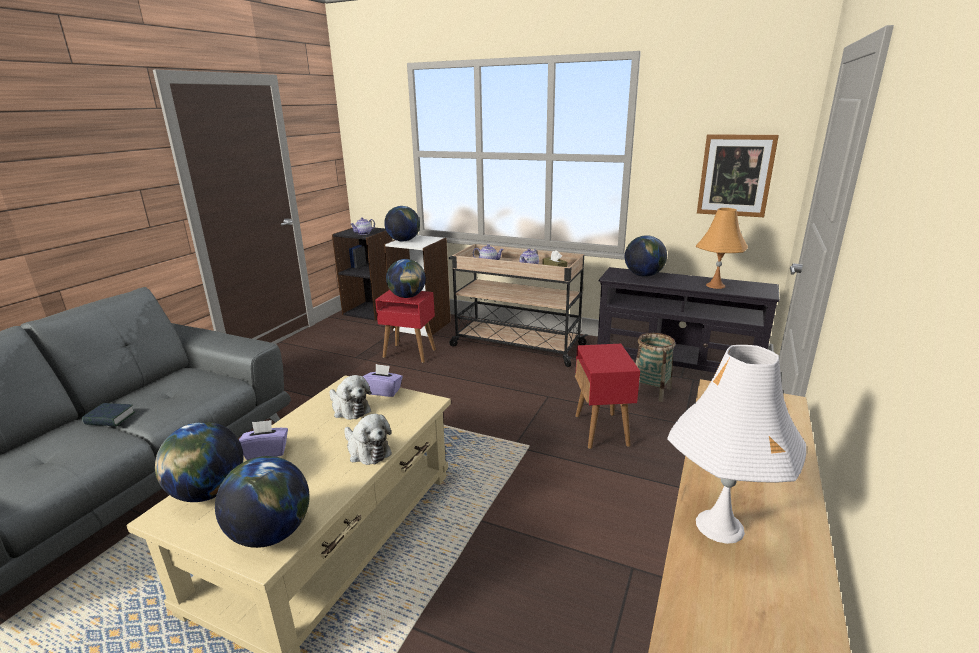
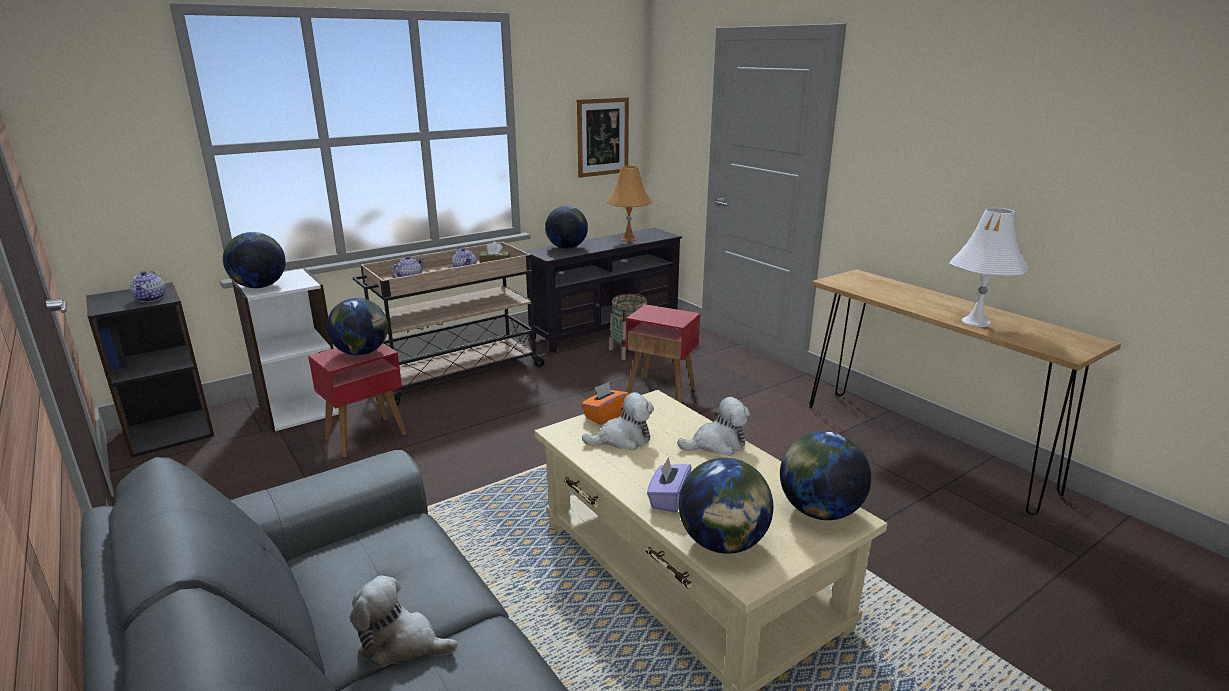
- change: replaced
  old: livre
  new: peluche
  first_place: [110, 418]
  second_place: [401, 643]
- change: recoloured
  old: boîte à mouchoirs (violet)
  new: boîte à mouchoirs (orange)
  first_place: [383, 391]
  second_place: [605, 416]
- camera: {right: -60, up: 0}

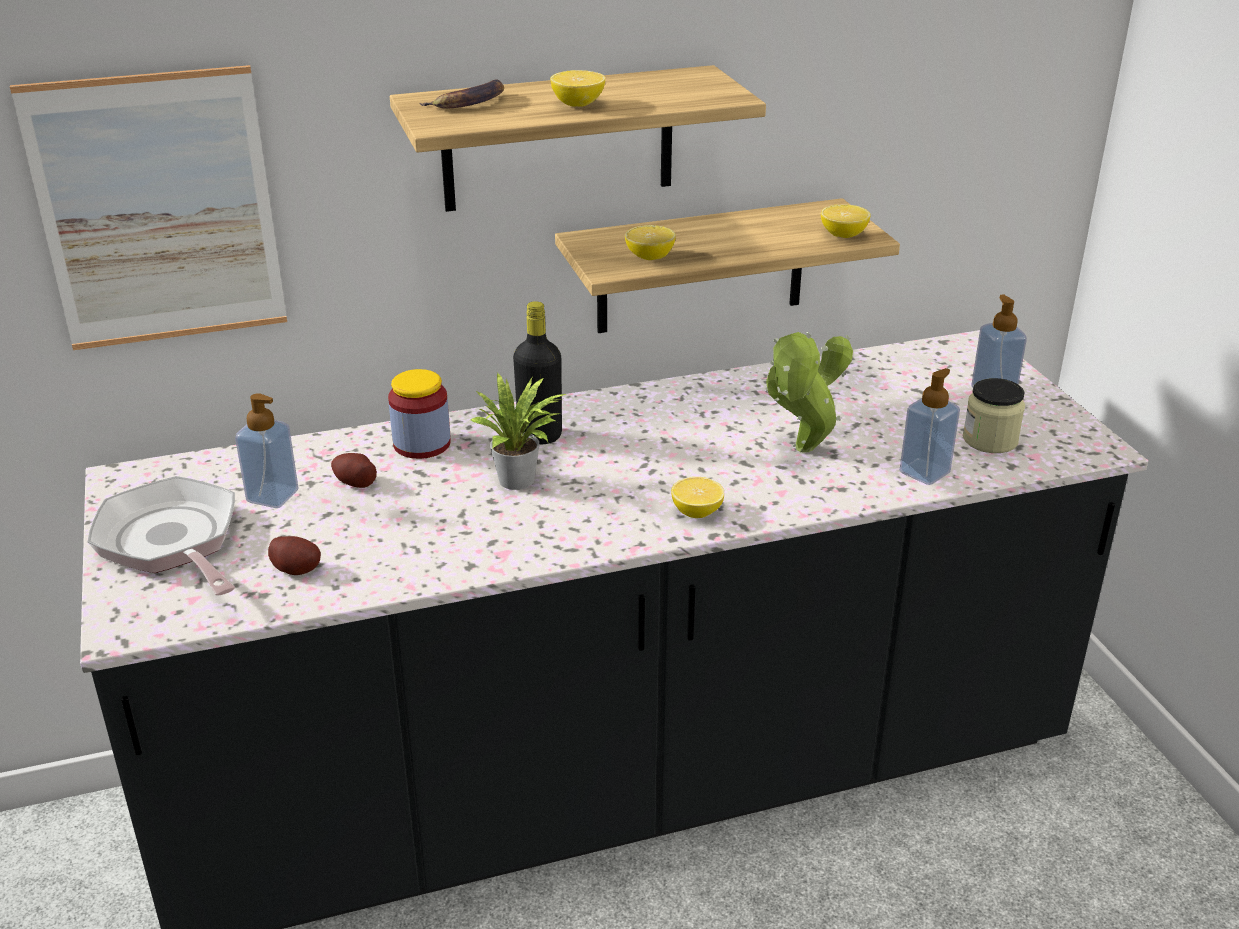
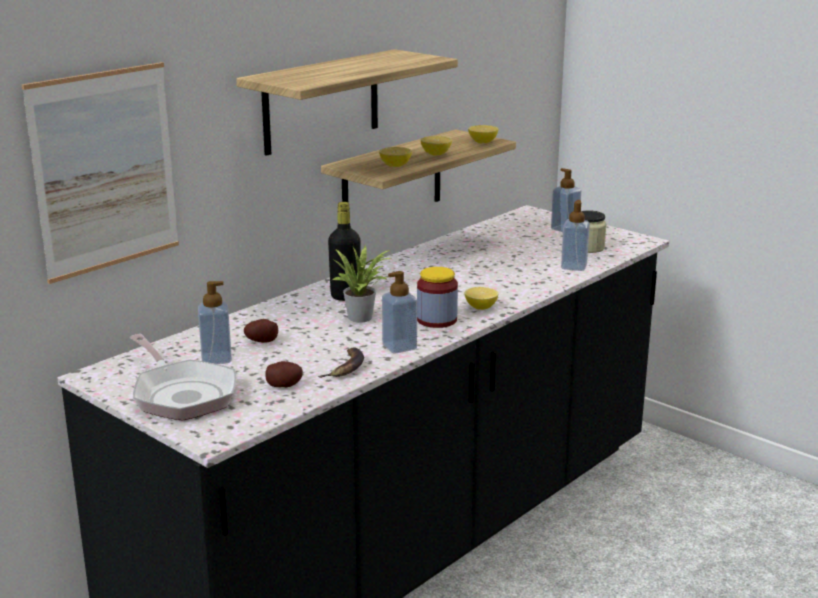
- change: removed
  old: plante en pot
  first_place: [801, 451]
- change: added
  new: distributeur de savon
  second_place: [399, 347]
- change: moved
  old: bocal
  first_place: [422, 444]
  second_place: [437, 320]
- change: moved
  old: banane
  first_place: [469, 102]
  second_place: [345, 367]
- change: moved
  old: citron
  first_place: [578, 104]
  second_place: [436, 154]
- change: turned
  old: poêle
  first_place: [172, 543]
  second_place: [182, 394]
  degrees: -150
- camera: {right: -30, up: -10}

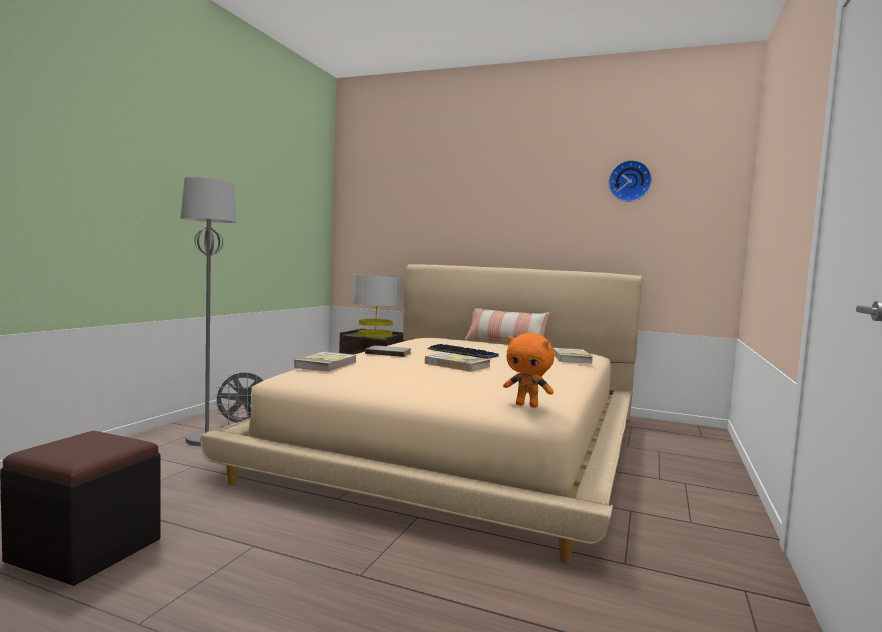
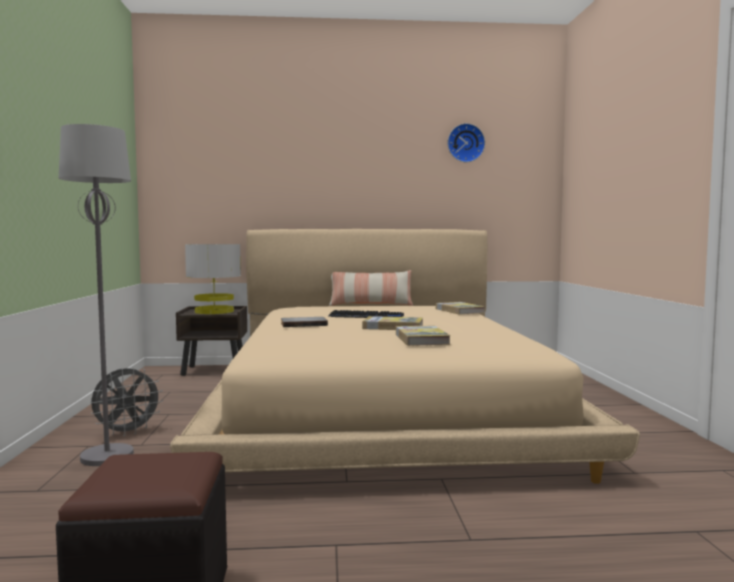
- change: removed
  old: peluche (orange)
  first_place: [527, 405]
- change: moved
  old: livre
  first_place: [326, 365]
  second_place: [421, 339]
- camera: {right: -25, up: 0}

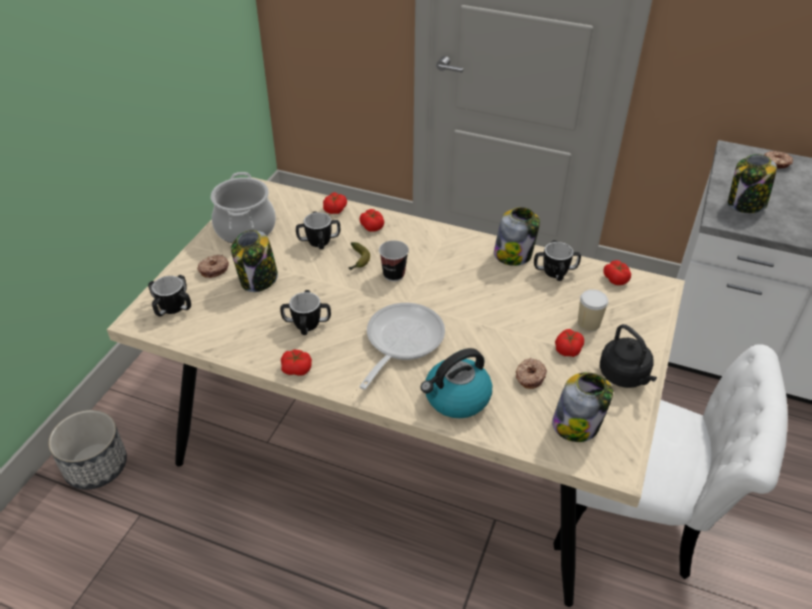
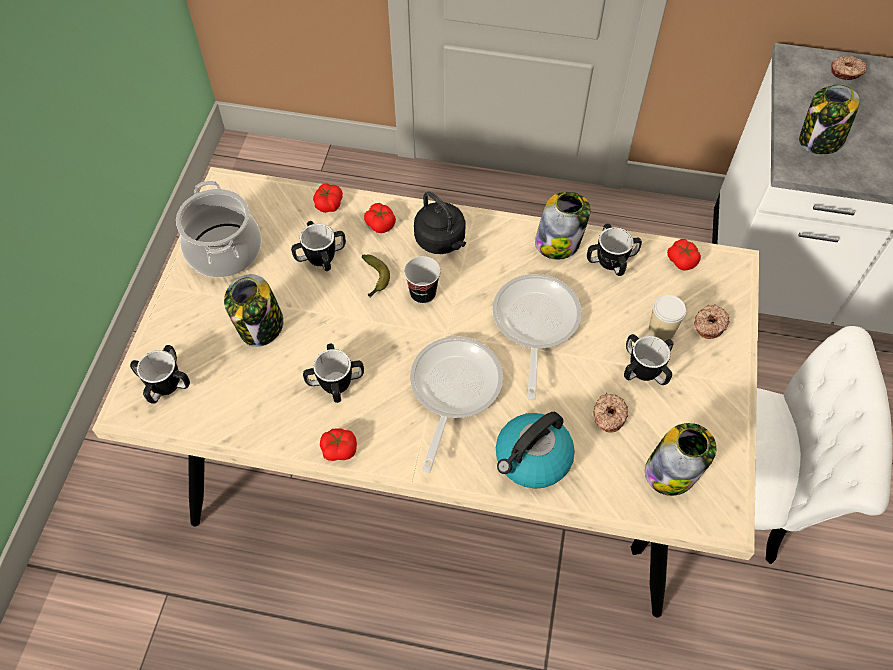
- change: removed
  old: cache-pot
  first_place: [96, 466]
- change: added
  new: poêle
  second_place: [534, 324]
- change: moved
  old: beignet
  first_place: [213, 269]
  second_place: [709, 324]
- change: moved
  old: bouilloire (noir)
  first_place: [625, 376]
  second_place: [442, 241]
- change: replaced
  old: tomate
  new: mug
  first_place: [568, 349]
  second_place: [644, 369]
- camera: {right: -10, up: 15}

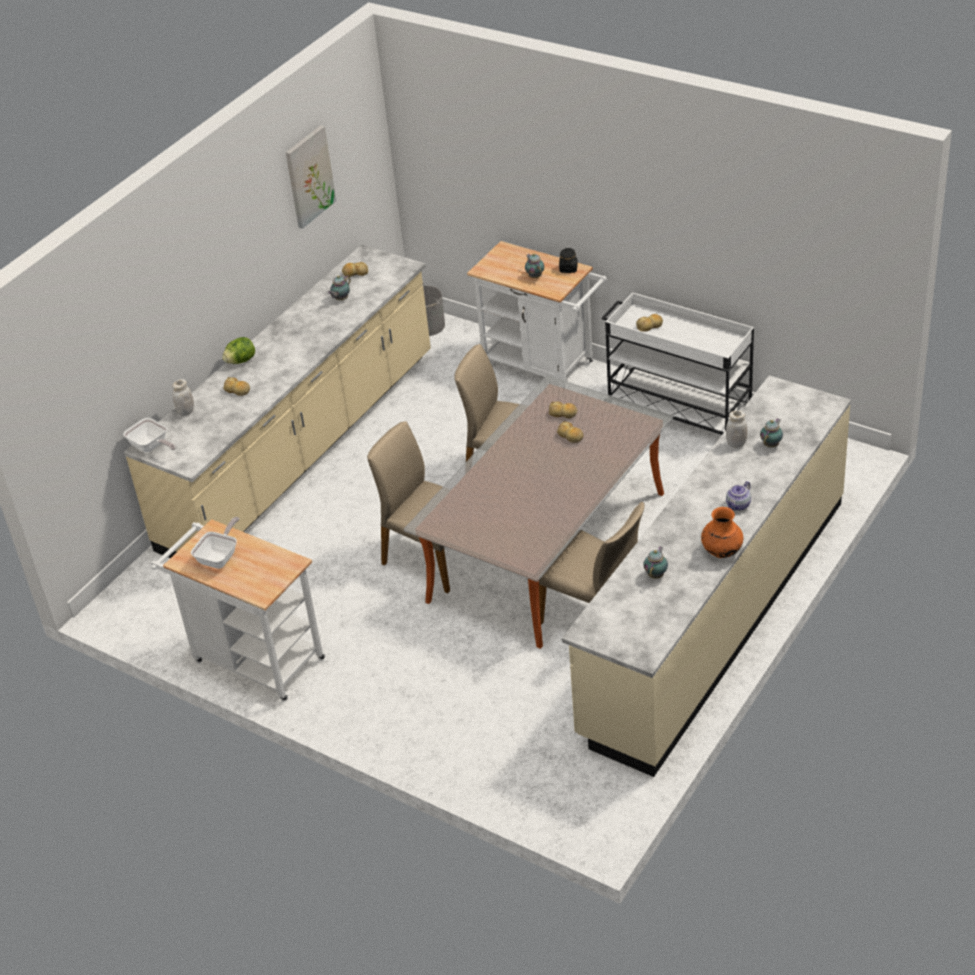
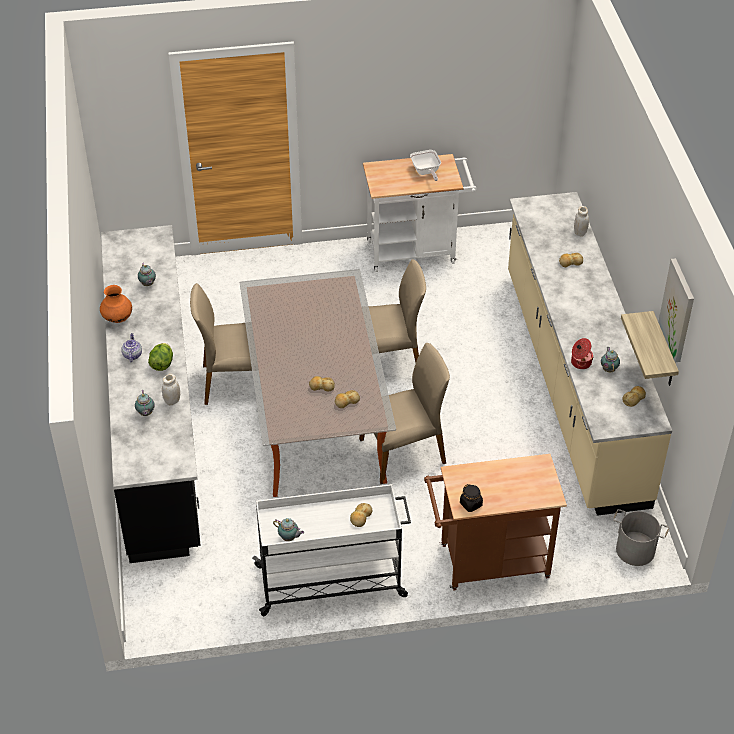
- change: removed
  old: poêle
  first_place: [151, 447]
- change: added
  new: marmite
  second_place: [580, 362]
- change: added
  new: étagère
  second_place: [663, 352]
- change: moved
  old: laitue
  first_place: [241, 361]
  second_place: [162, 364]
- change: moved
  old: théière
  first_place: [535, 276]
  second_place: [289, 538]
- change: recoloured
  old: chariot (blanc)
  new: chariot (marron)
  first_place: [543, 367]
  second_place: [487, 563]
- change: recoloured
  old: comptoir de cuisine (beige)
  new: comptoir de cuisine (noir)
  first_place: [714, 615]
  second_place: [157, 424]
- camera: {right: 135, up: 5}

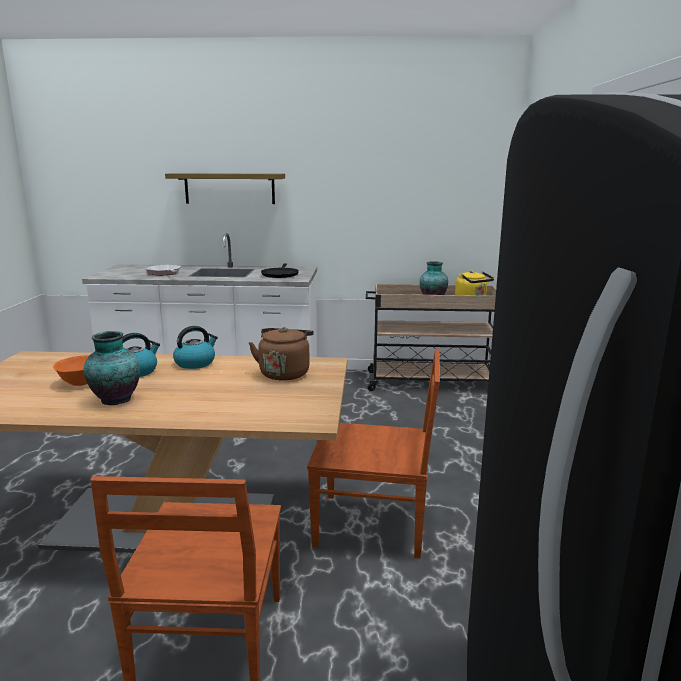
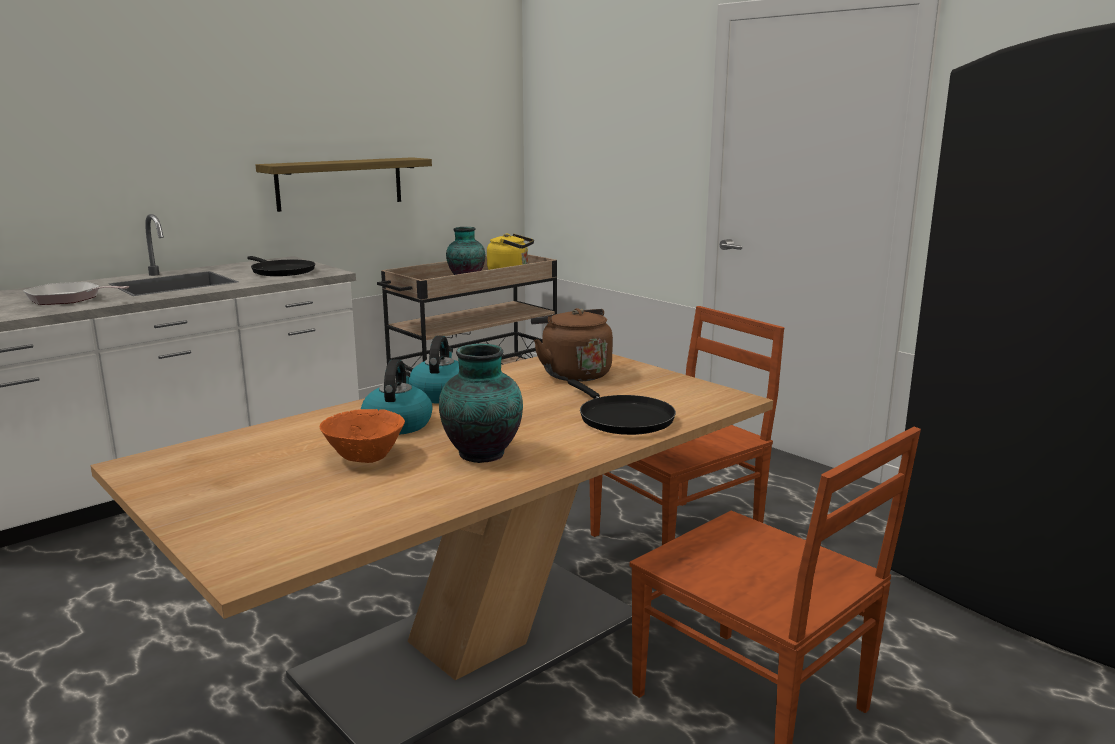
- change: added
  new: poêle (noir)
  second_place: [622, 418]
- change: moved
  old: étagère
  first_place: [229, 188]
  second_place: [340, 183]
- camera: {right: -45, up: 0}

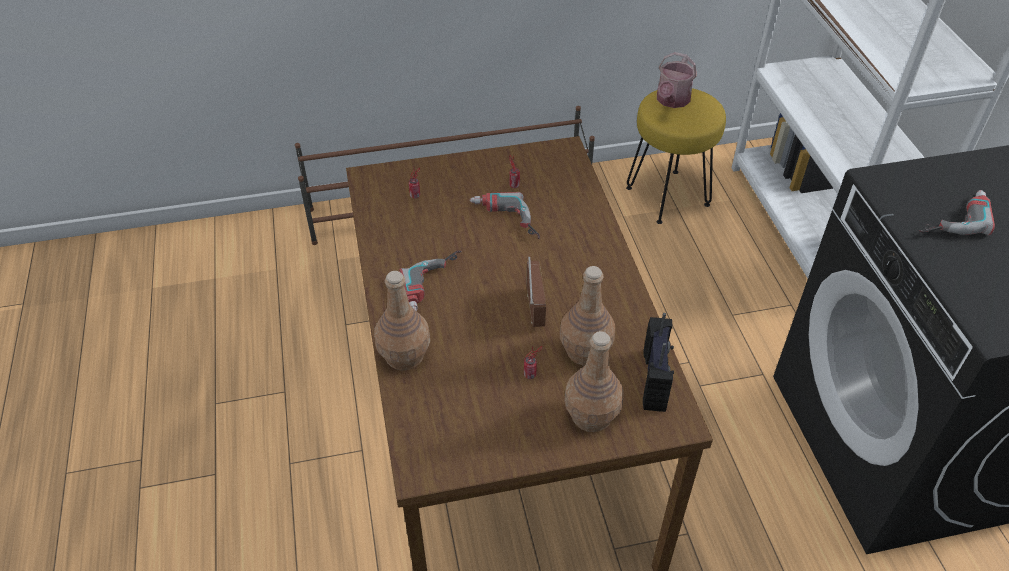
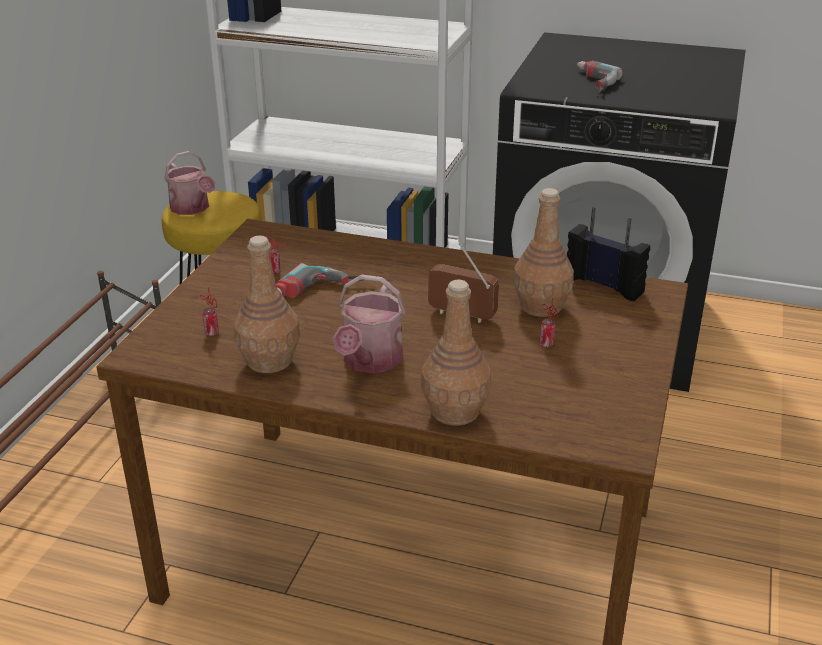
- change: moved
  old: bouteille (marron)
  first_place: [592, 416]
  second_place: [270, 361]
- change: replaced
  old: perceuse
  new: arrosoir
  first_place: [436, 286]
  second_place: [370, 361]
- camera: {right: -60, up: -15}

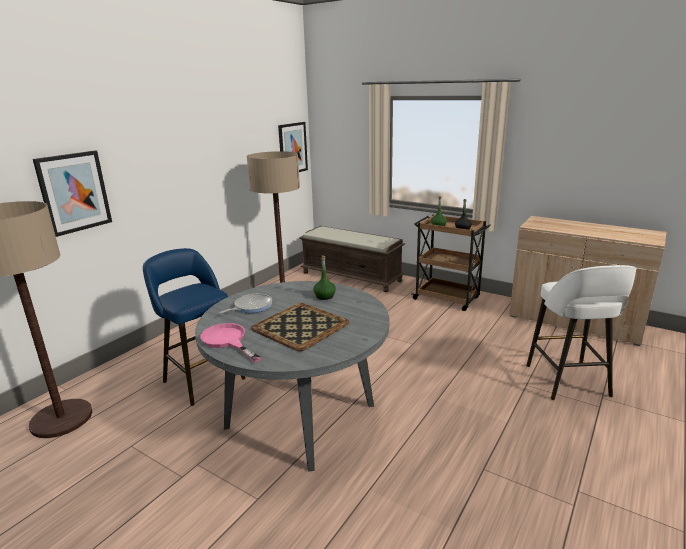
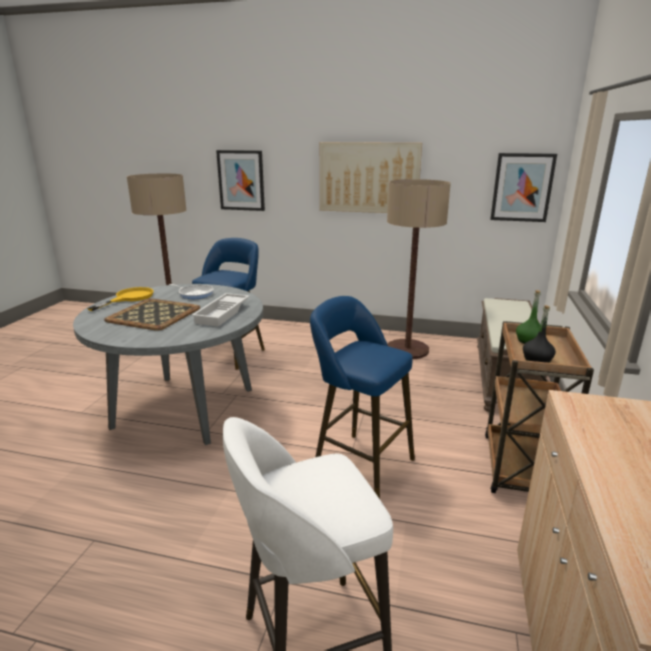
- change: added
  new: tabouret (bleu)
  second_place: [358, 463]
- change: added
  new: tableau
  second_place: [369, 178]
- change: replaced
  old: bouteille (vert)
  new: plateau (blanc)
  first_place: [324, 296]
  second_place: [223, 313]
- change: recoloured
  old: poêle (rose)
  new: poêle (jaune)
  first_place: [227, 341]
  second_place: [129, 298]
- camera: {right: 70, up: 0}

